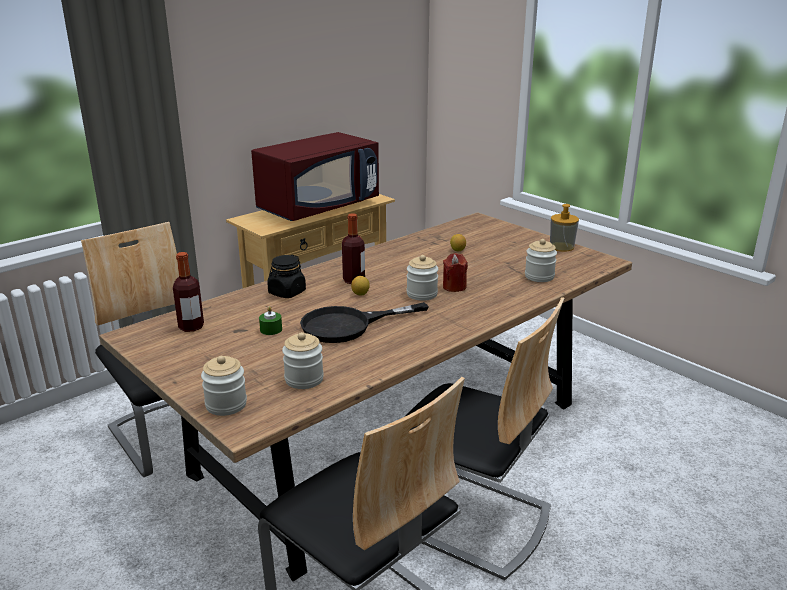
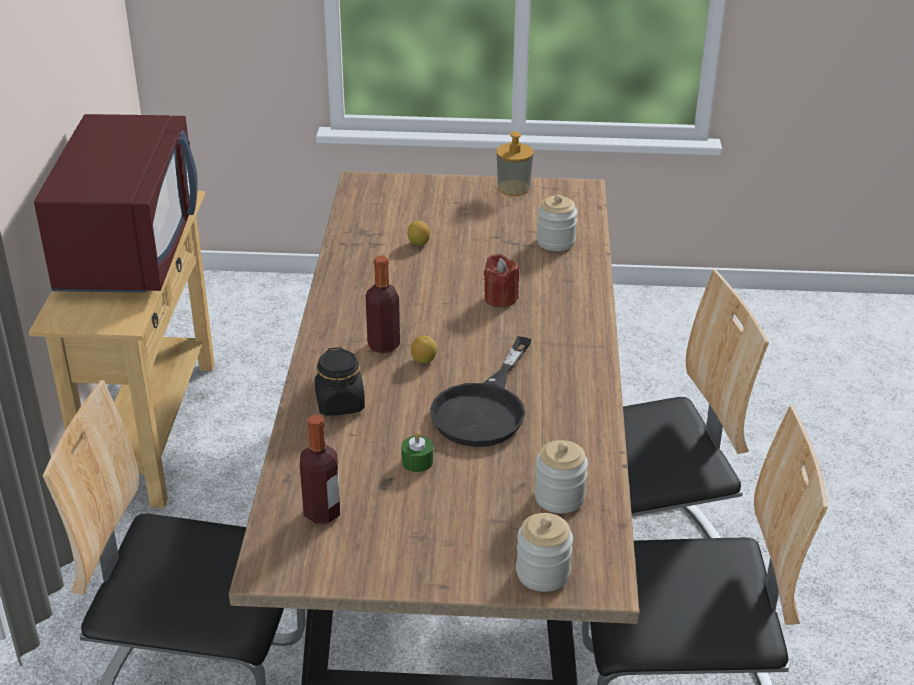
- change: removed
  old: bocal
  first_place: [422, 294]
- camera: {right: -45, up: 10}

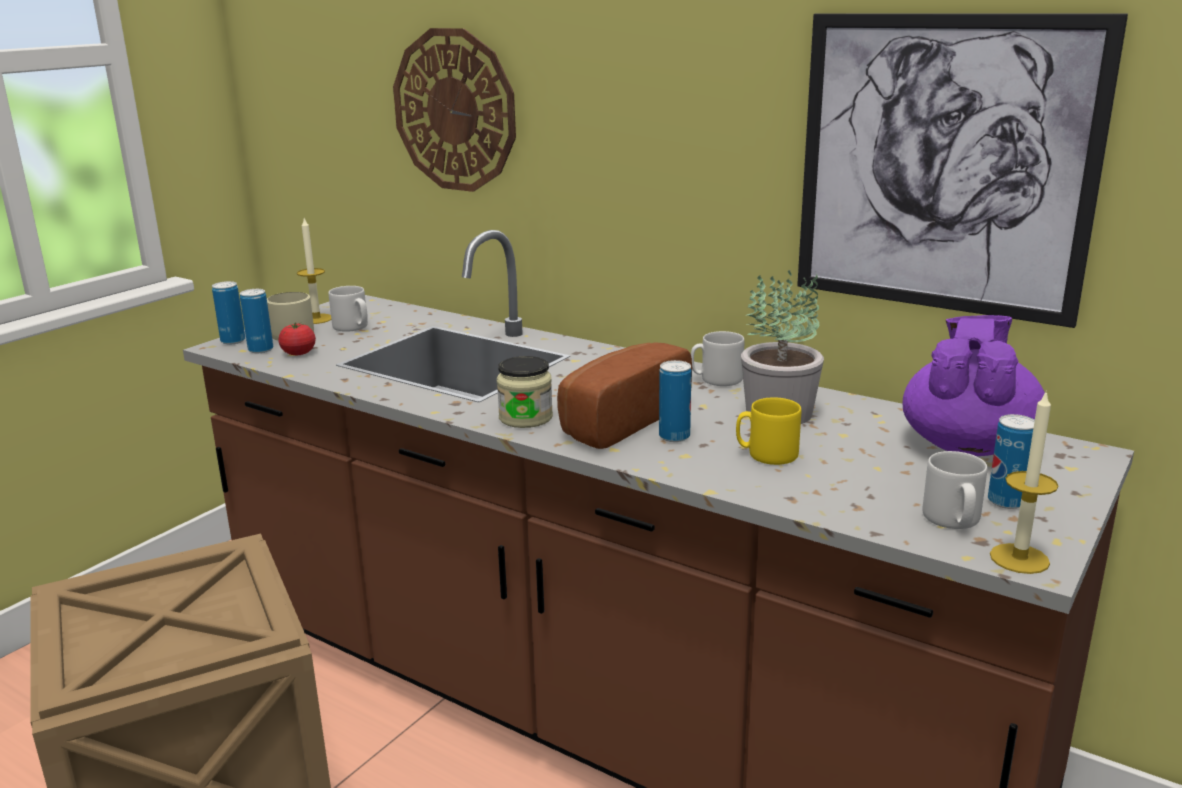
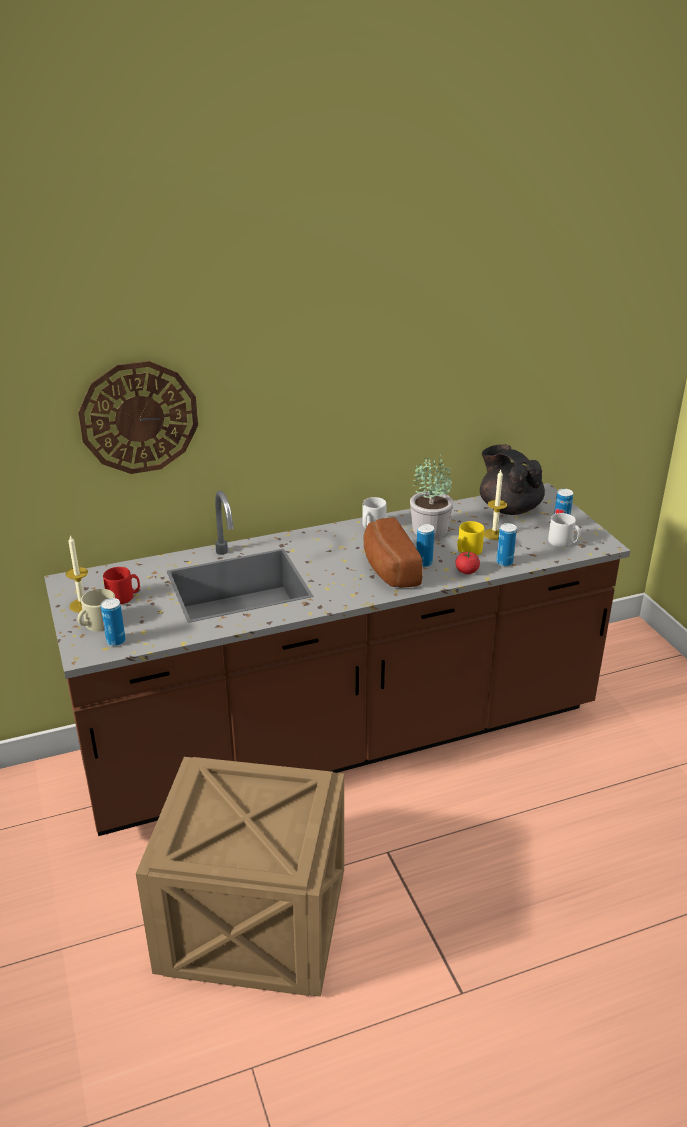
- change: removed
  old: bocal
  first_place: [525, 418]
- change: removed
  old: tableau
  first_place: [943, 166]
- change: moved
  old: boîte métallique
  first_place: [233, 341]
  second_place: [504, 562]
- change: moved
  old: tomate
  first_place: [298, 353]
  second_place: [467, 571]
- change: moved
  old: bougie
  first_place: [1019, 558]
  second_place: [494, 534]
- change: recoloured
  old: mug (gris)
  new: mug (rouge)
  first_place: [353, 327]
  second_place: [124, 597]
- change: recoloured
  old: théière (violet)
  new: théière (noir)
  first_place: [968, 445]
  second_place: [509, 508]
- camera: {right: -55, up: 10}

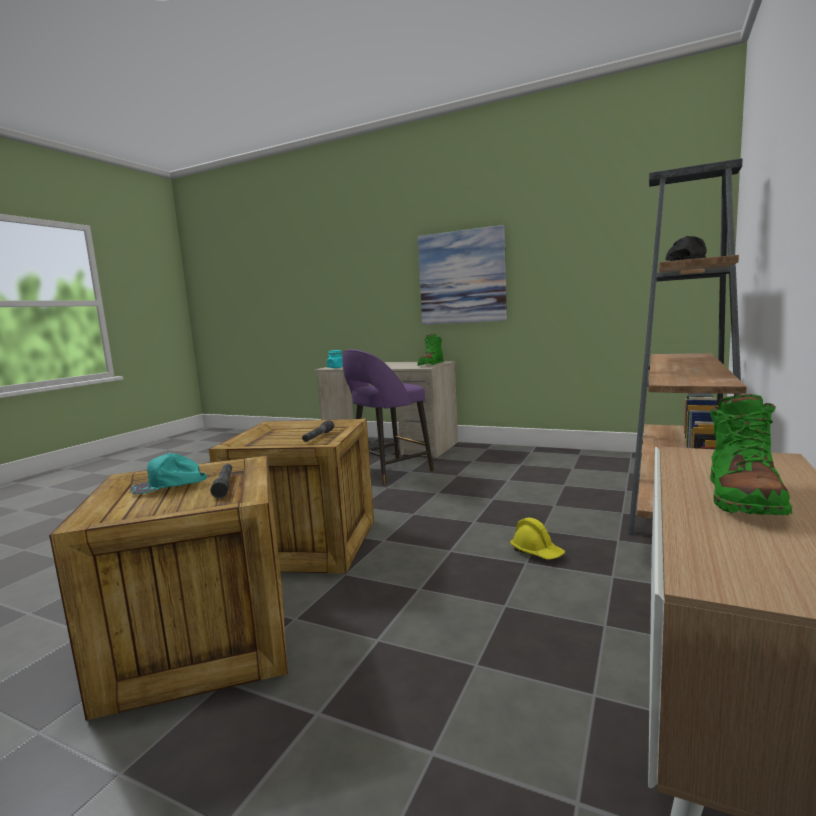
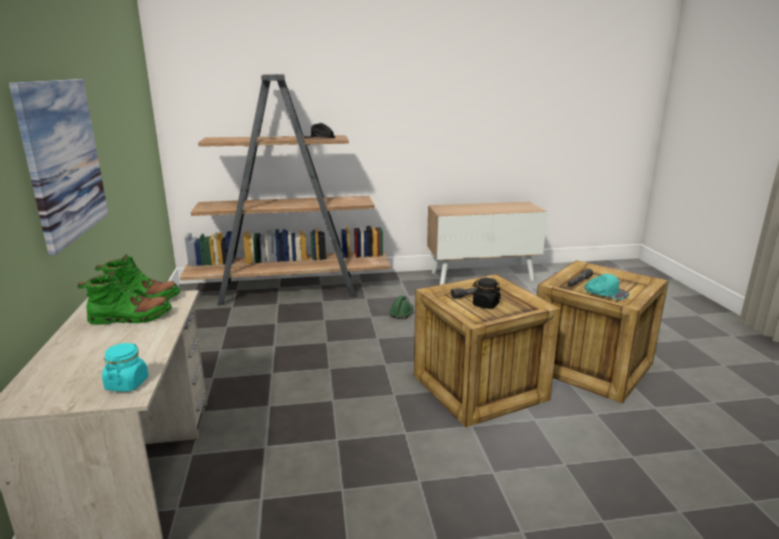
- change: removed
  old: tabouret (violet)
  first_place: [389, 472]
- change: added
  new: bocal (noir)
  second_place: [485, 305]
- change: moved
  old: botte (vert)
  first_place: [743, 498]
  second_place: [130, 318]
- change: recoloured
  old: casque de chantier (jaune)
  new: casque de chantier (vert)
  first_place: [537, 552]
  second_place: [401, 313]
- camera: {right: -125, up: 10}

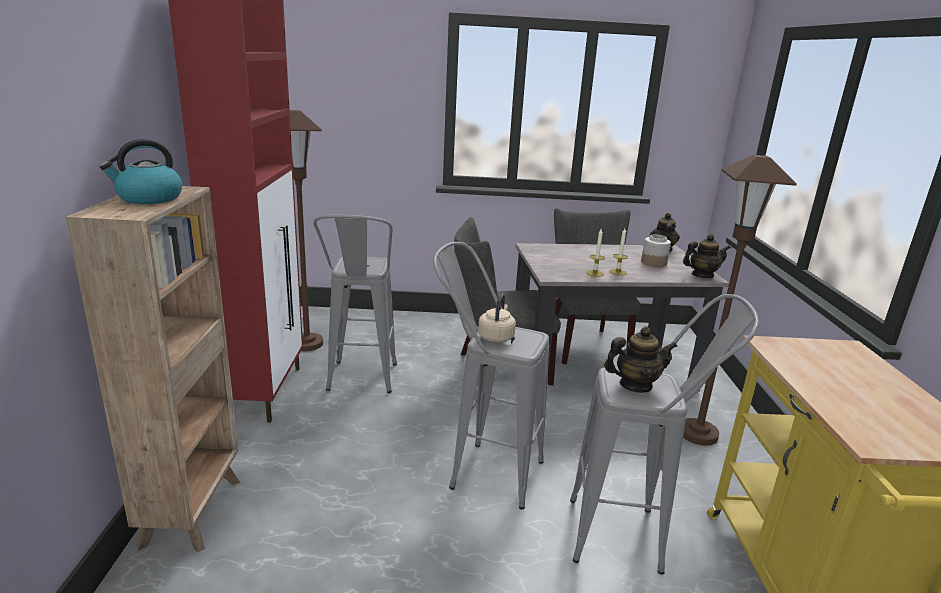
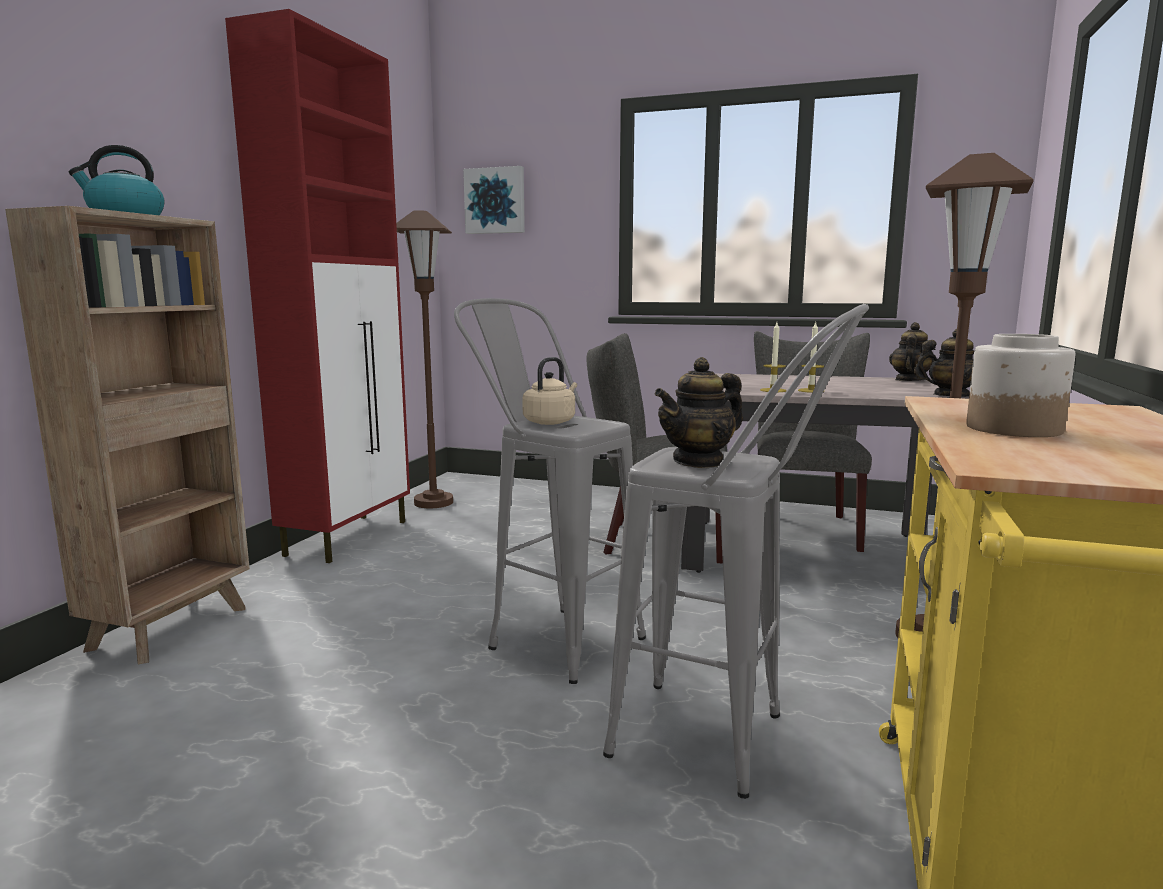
- change: removed
  old: tabouret (gris)
  first_place: [361, 383]
- change: added
  new: tableau
  second_place: [495, 201]
- change: moved
  old: bocal
  first_place: [653, 263]
  second_place: [1012, 429]
- change: turned
  old: théière
  first_place: [635, 385]
  second_place: [699, 461]
  degrees: 135
- camera: {right: 20, up: -10}

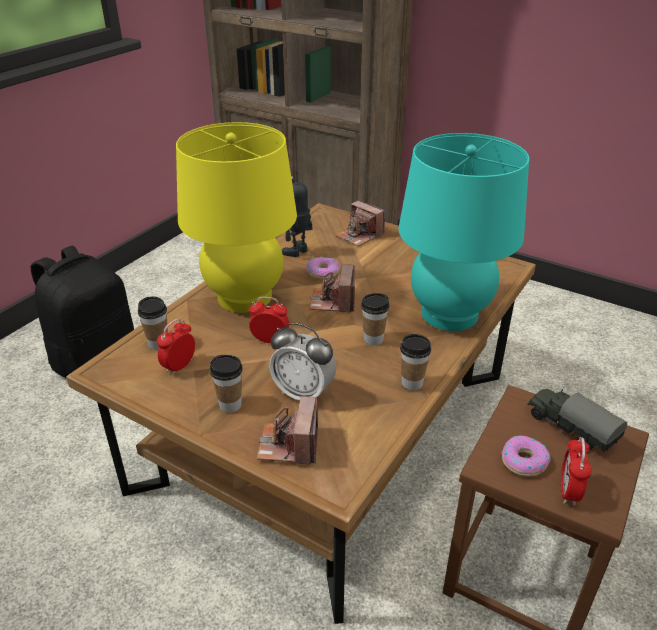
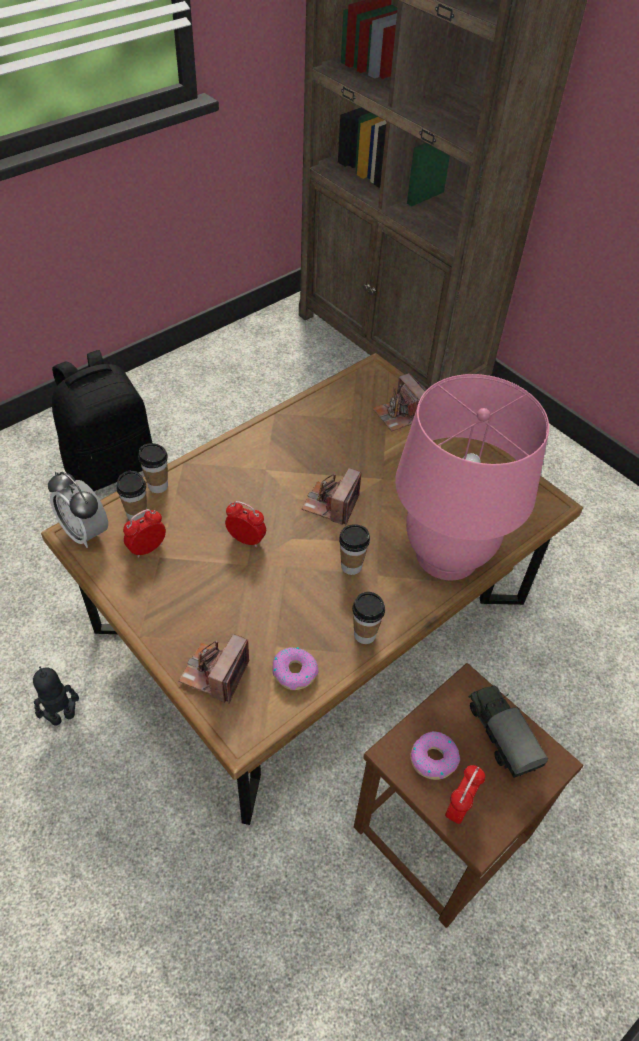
- change: removed
  old: lampe de table (jaune)
  first_place: [245, 297]
- change: moved
  old: tasse
  first_place: [230, 405]
  second_place: [158, 486]
- change: moved
  old: réveil
  first_place: [303, 393]
  second_place: [85, 532]
- change: moved
  old: robot jouet
  first_place: [298, 252]
  second_place: [62, 716]
- change: moved
  old: beignet
  first_place: [322, 272]
  second_place: [294, 671]
- change: recoloured
  old: lampe de table (turquoise)
  new: lampe de table (rose)
  first_place: [449, 314]
  second_place: [447, 555]
- camera: {right: 15, up: 15}

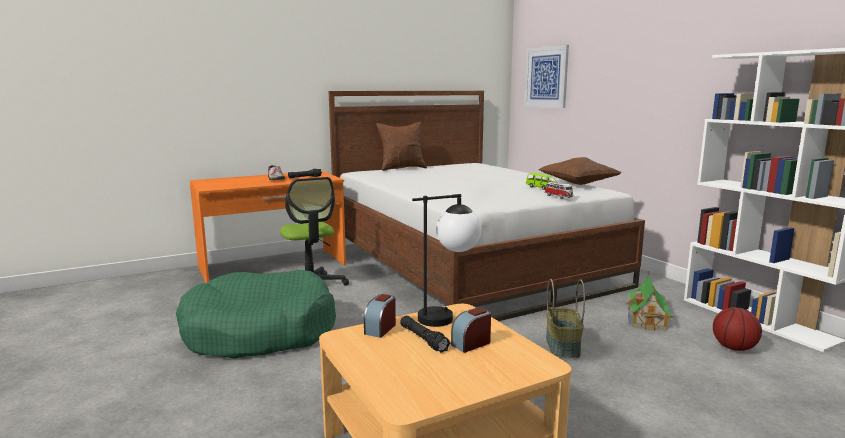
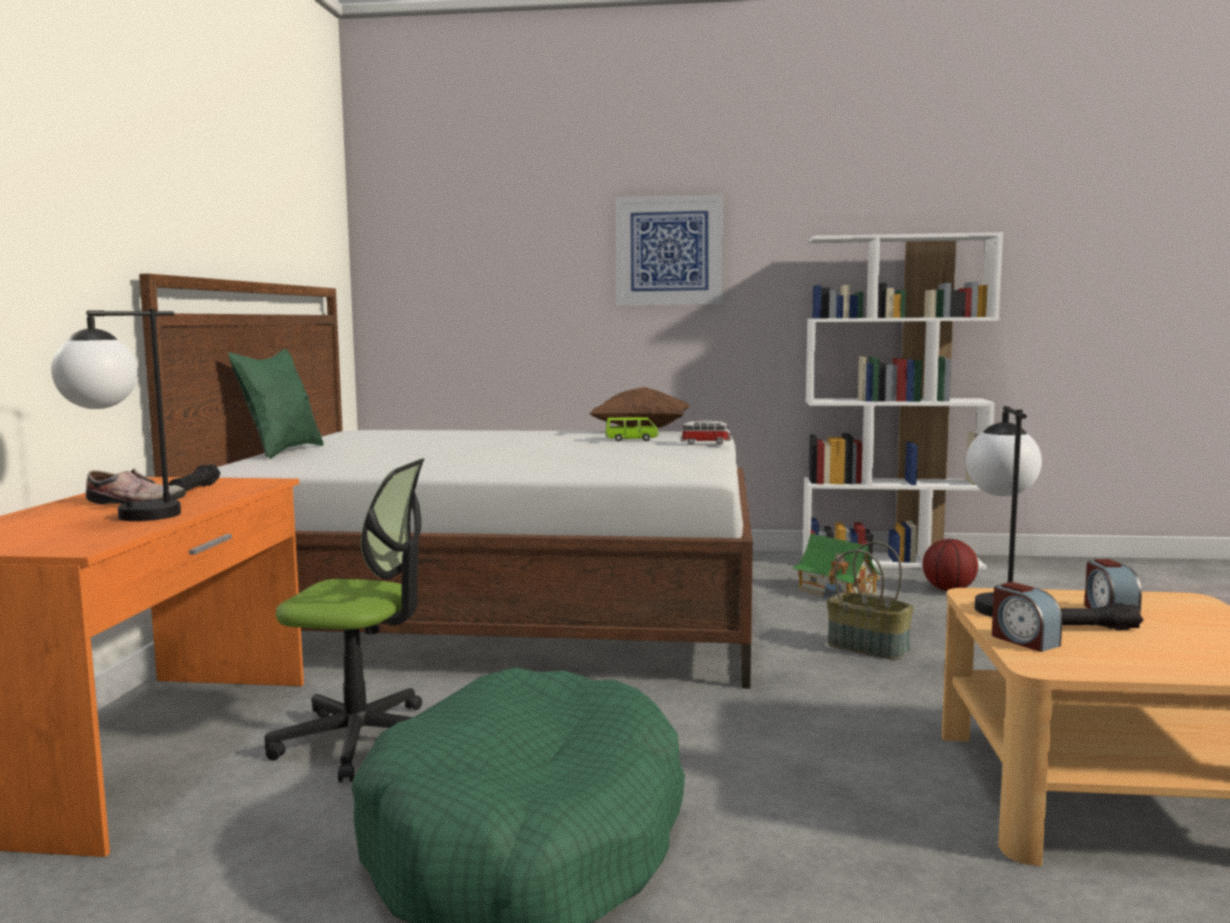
- change: added
  new: lampe de table
  second_place: [125, 519]
- change: moved
  old: tableau
  first_place: [546, 77]
  second_place: [669, 251]
- change: recoloured
  old: coussin (marron)
  new: coussin (vert)
  first_place: [402, 168]
  second_place: [281, 452]
- camera: {right: -55, up: -5}

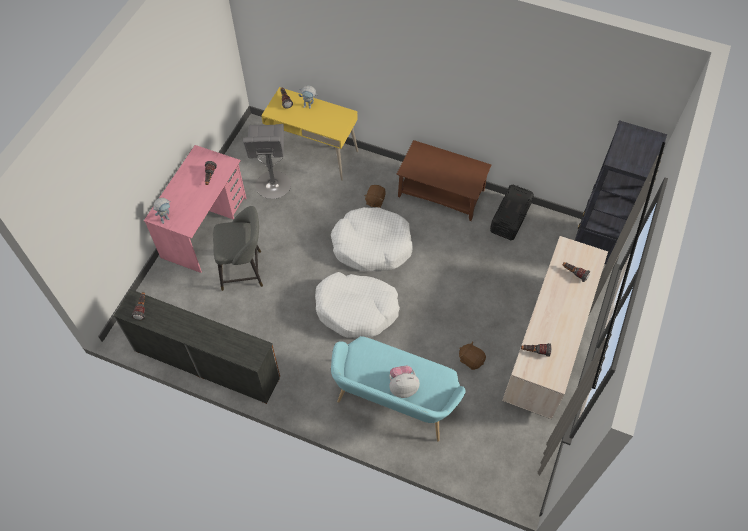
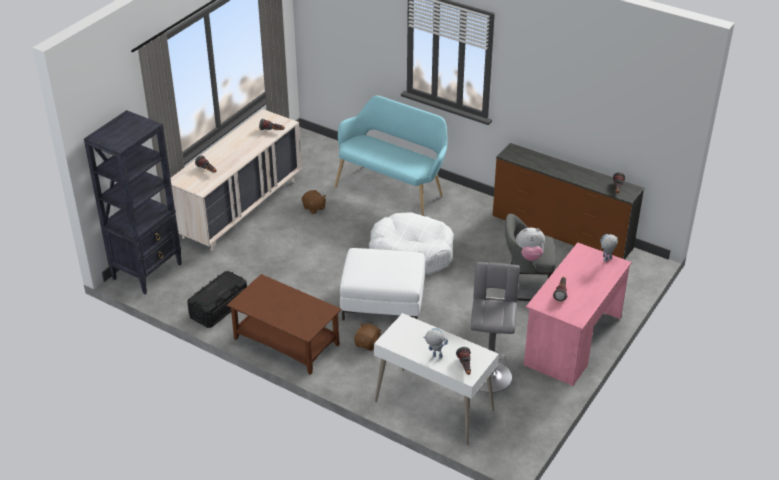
- change: moved
  old: peluche
  first_place: [402, 387]
  second_place: [529, 256]
- change: replaced
  old: panier pour chien (blanc)
  new: pouf (blanc)
  first_place: [372, 245]
  second_place: [382, 301]
- change: recoloured
  old: bureau (jaune)
  new: bureau (blanc)
  first_place: [313, 153]
  second_place: [433, 406]
- camera: {right: -170, up: -20}

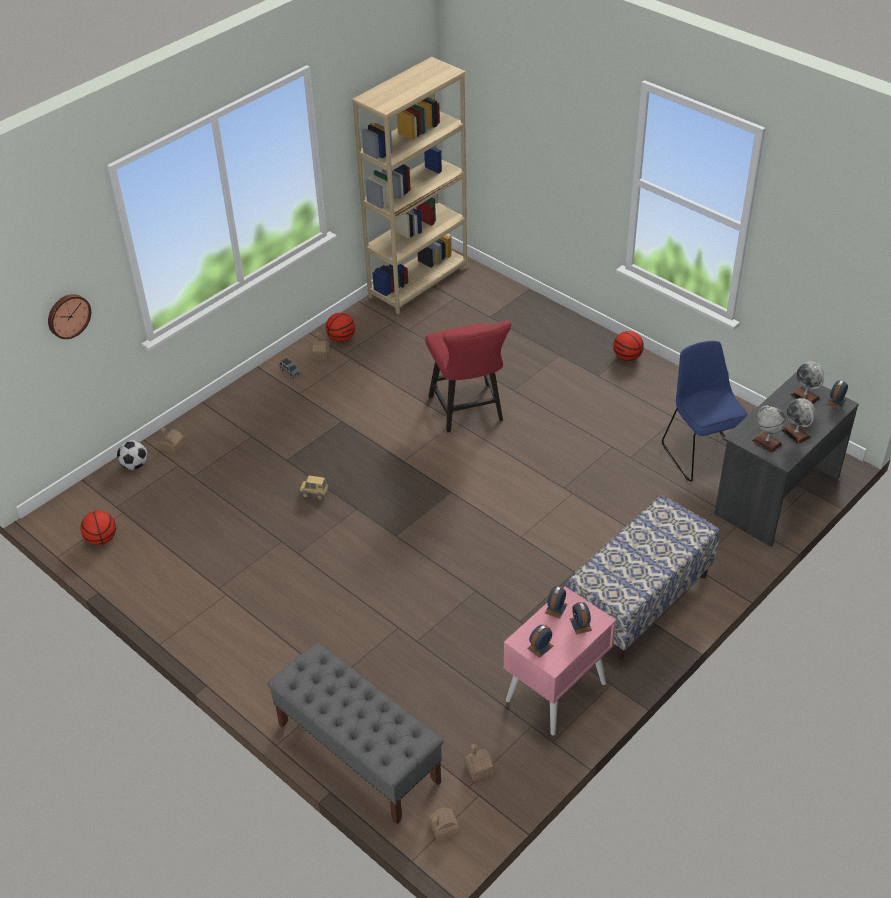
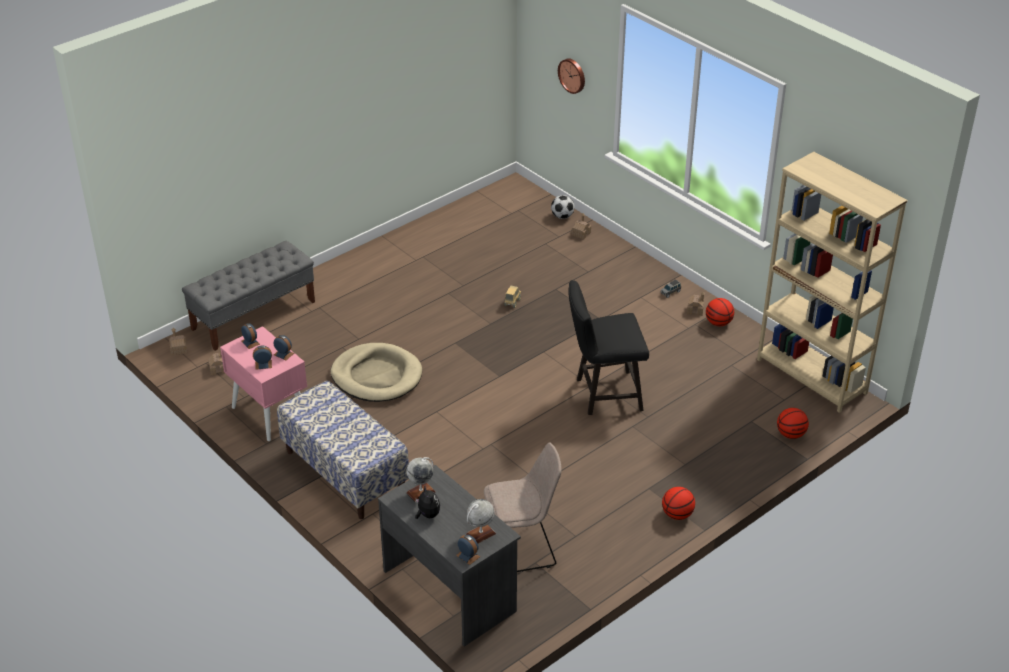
- change: added
  new: panier pour chien (beige)
  second_place: [376, 376]
- change: moved
  old: ballon de basket
  first_place: [101, 539]
  second_place: [790, 434]
- change: replaced
  old: globe
  new: peluche
  first_place: [796, 434]
  second_place: [427, 515]
- change: recoloured
  old: chaise (rouge)
  new: chaise (noir)
  first_place: [468, 412]
  second_place: [603, 394]
- change: recoloured
  old: chaise (bleu)
  new: chaise (beige)
  first_place: [702, 452]
  second_place: [521, 546]
- camera: {right: 95, up: -5}

